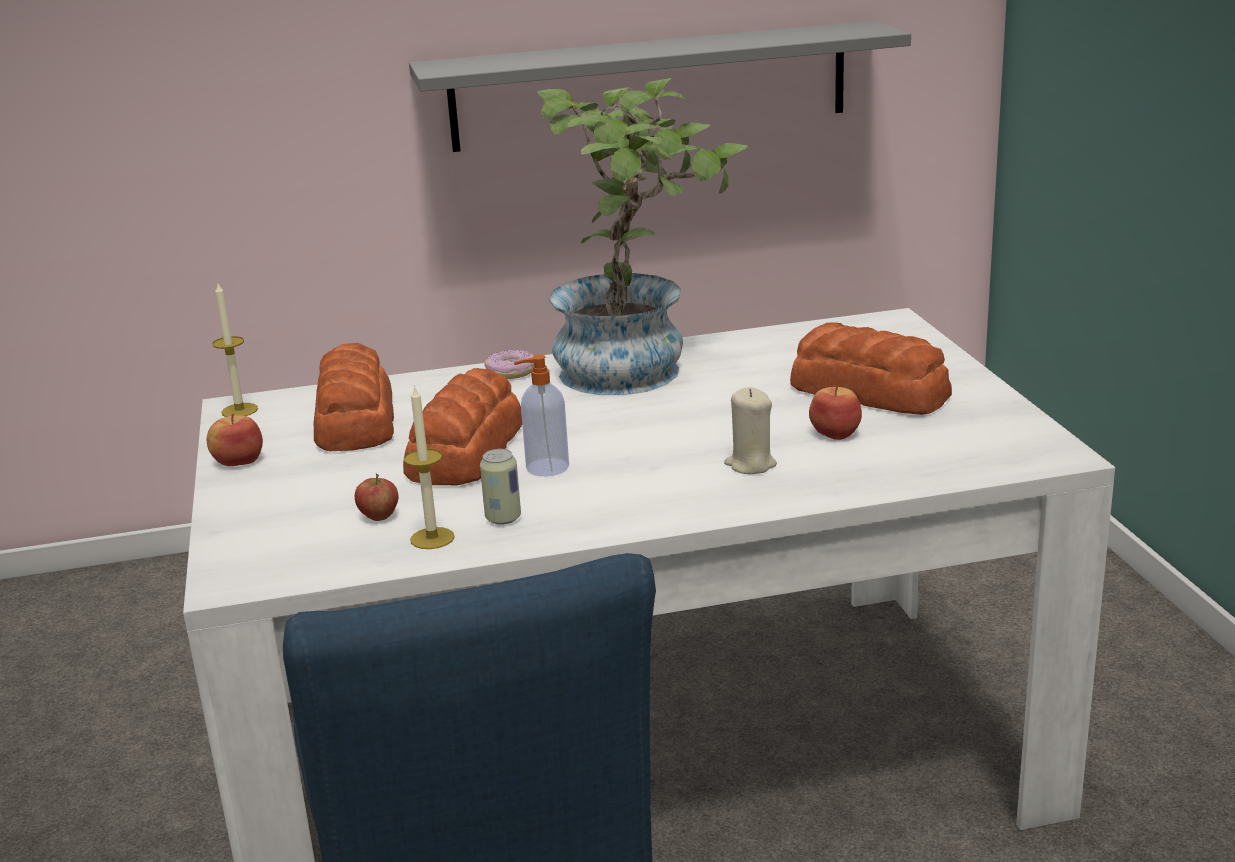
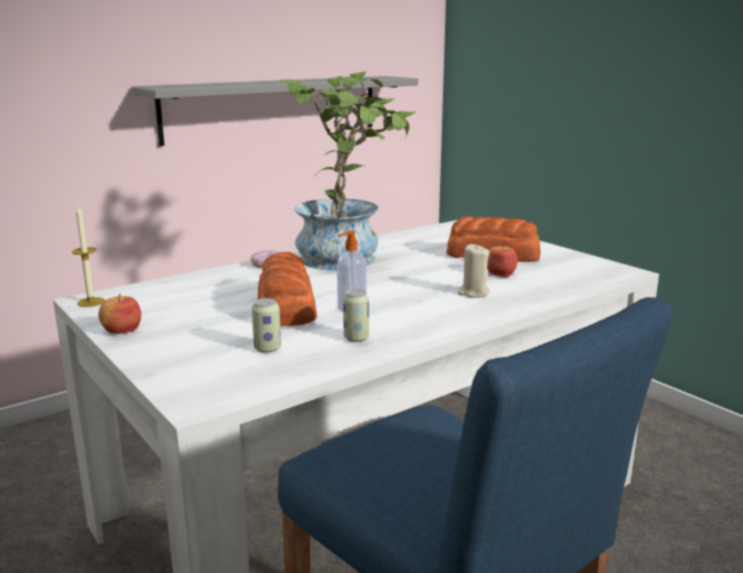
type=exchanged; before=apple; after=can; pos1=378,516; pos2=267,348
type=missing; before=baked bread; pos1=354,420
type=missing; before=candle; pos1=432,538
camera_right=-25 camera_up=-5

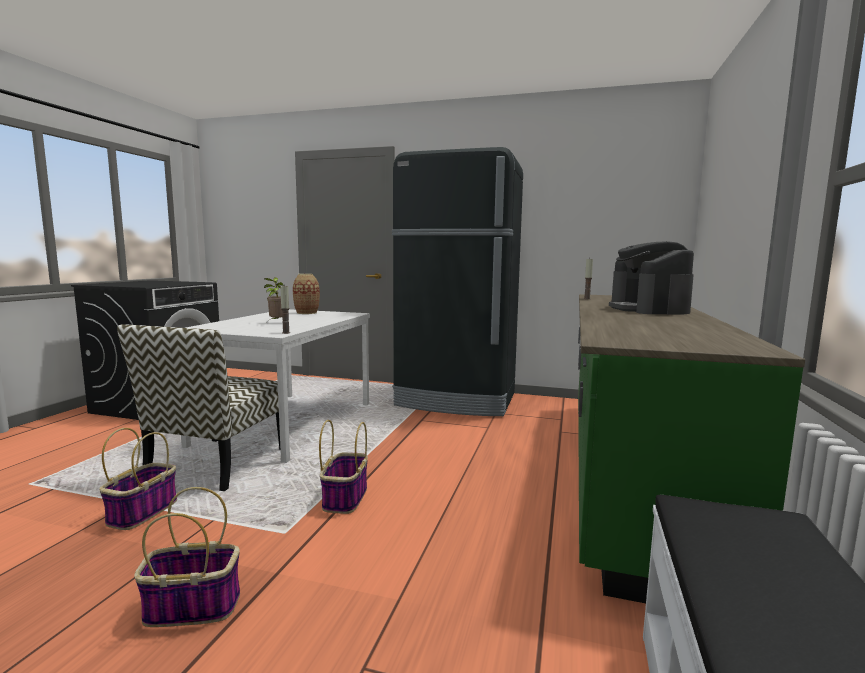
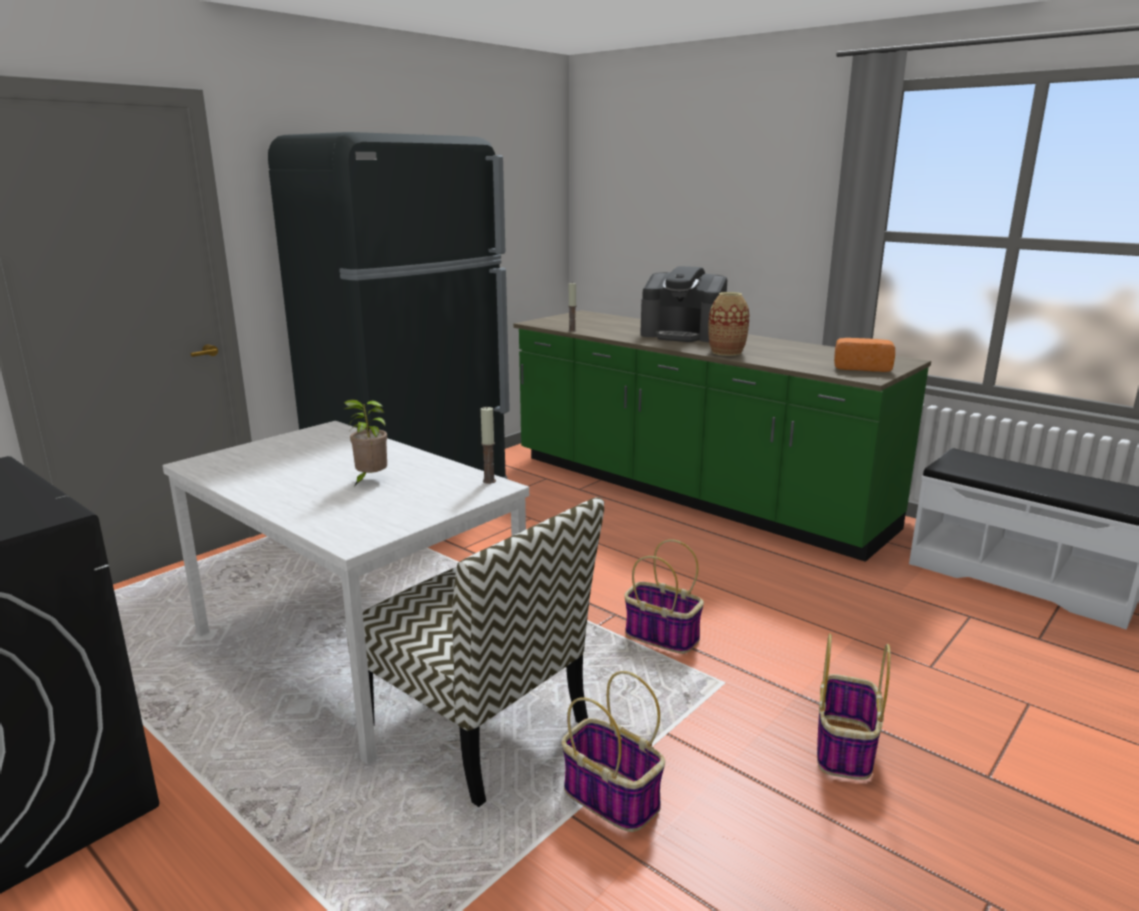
type=relocated; before=decorative vase; pos1=306,313; pos2=726,352
type=appeared; after=baked bread; pos2=861,368
camera_right=-65 camera_up=10

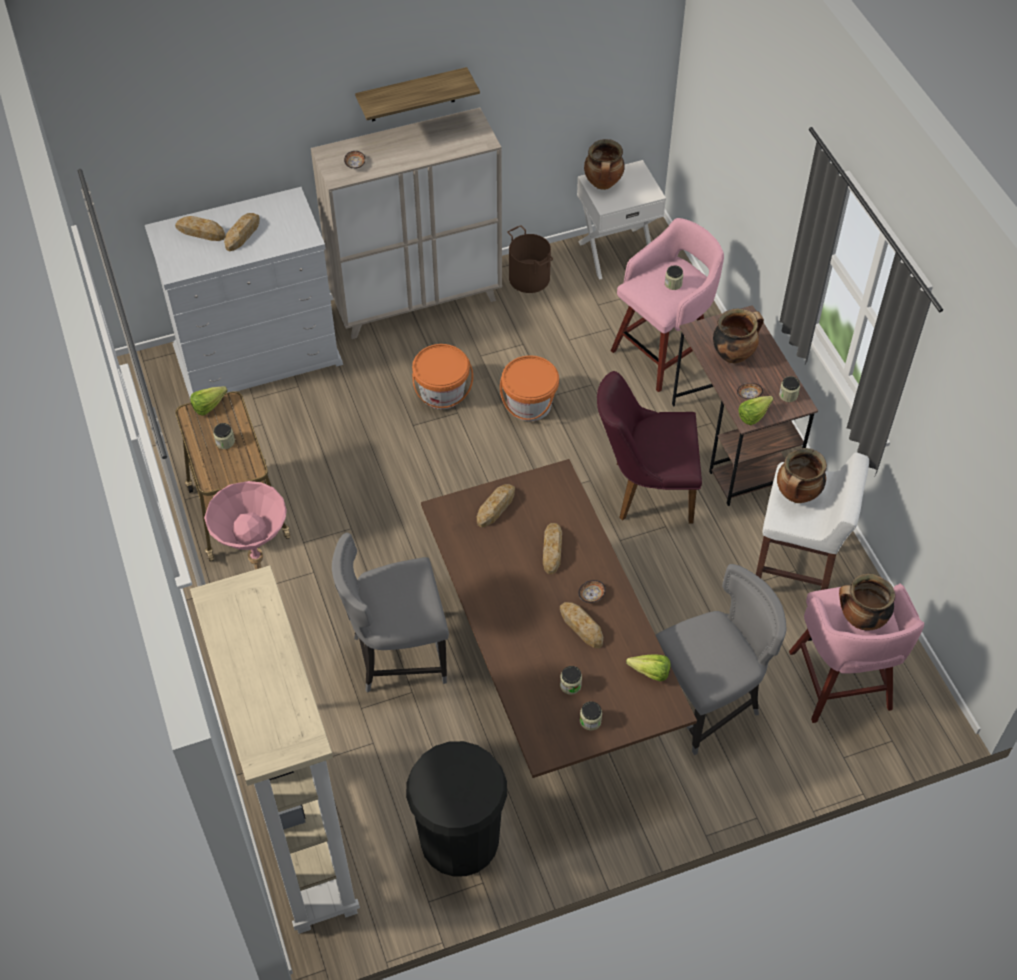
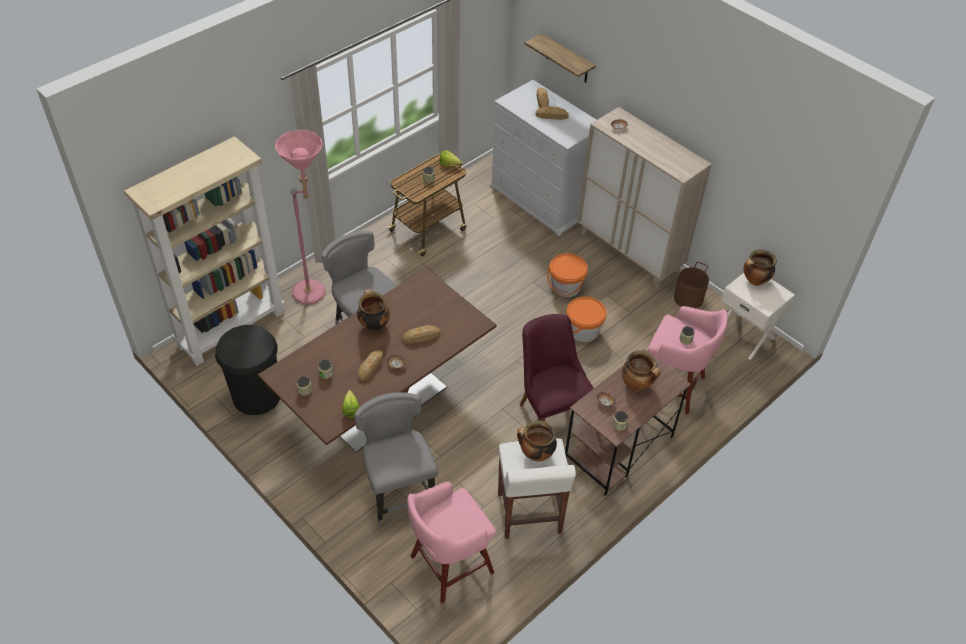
type=spun; before=grey chair; pos1=708,704; pos2=399,492; turn=-150
type=relocated; before=saucepot; pos1=860,620; pos2=373,324
type=relocated; before=shelf; pos1=412,95; pos2=567,59
type=missing; before=baked bread; pos1=496,507
type=missing; before=lettuce head; pos1=756,415
camera_right=65 camera_up=-5

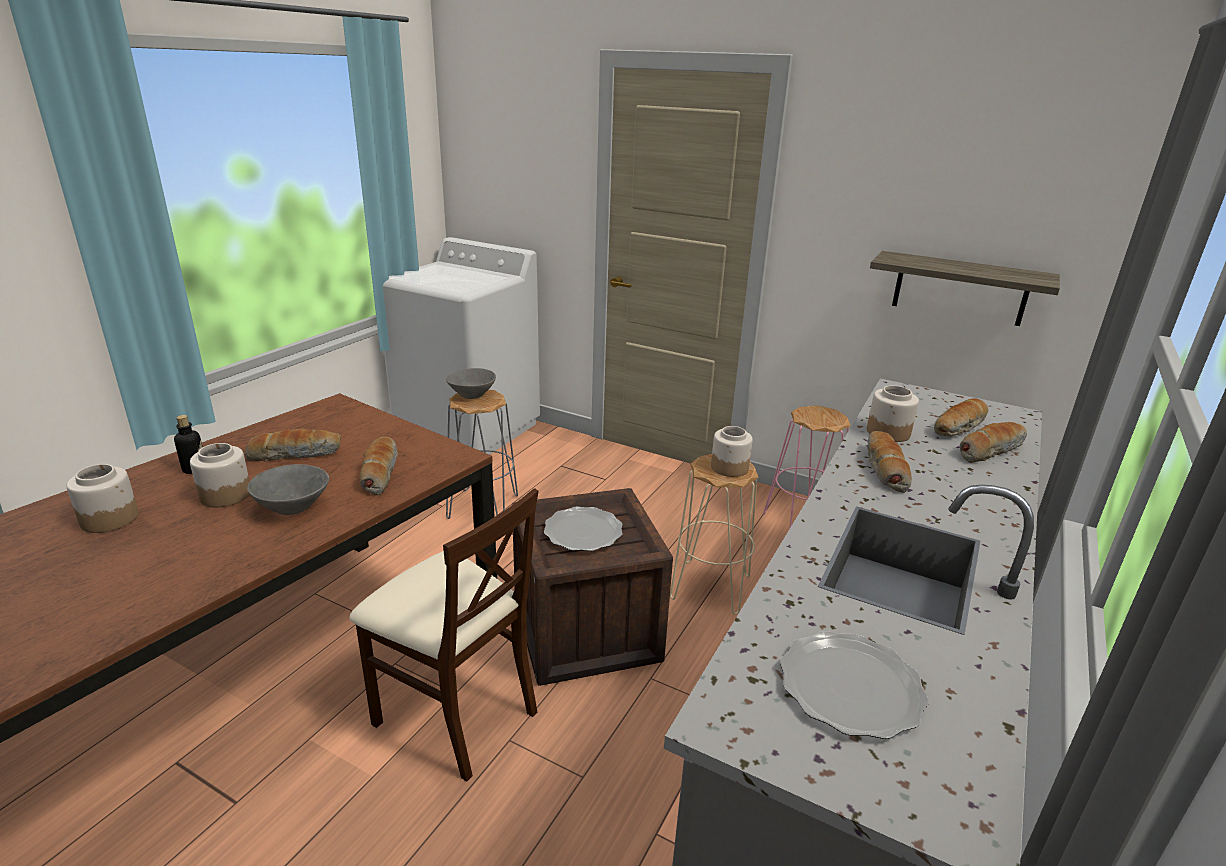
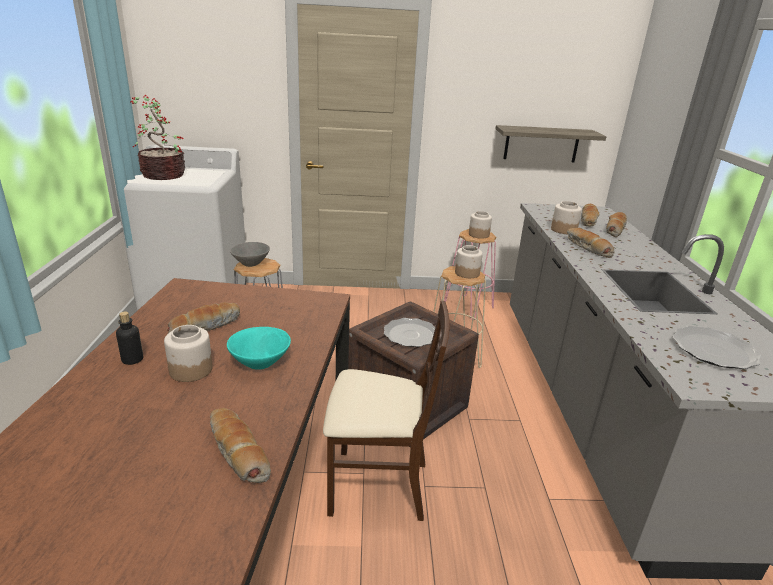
type=appeared; after=potted plant; pos2=162,175
type=relocated; before=baked bread; pos1=379,473; pos2=237,453
type=colour; before=grey bowl; after=turquoise bowl; pos1=294,508; pos2=261,363
type=relocated; before=jar; pos1=110,519; pos2=478,234
camera_right=-30 camera_up=0

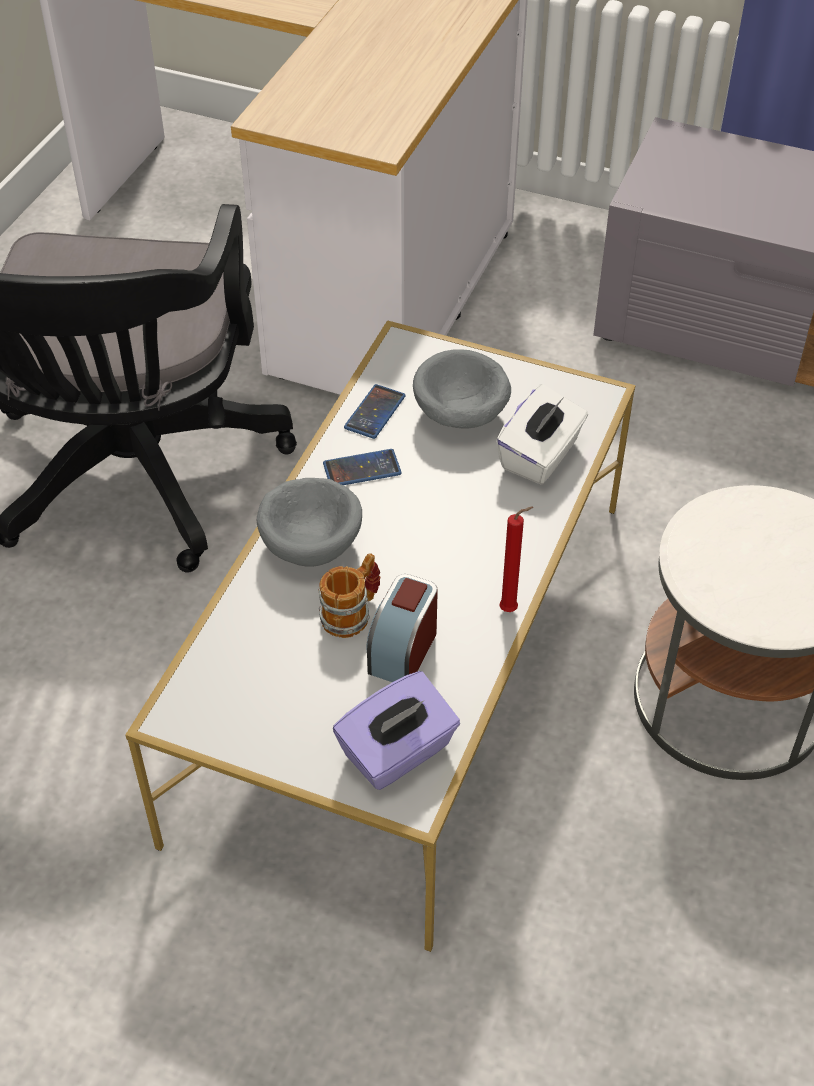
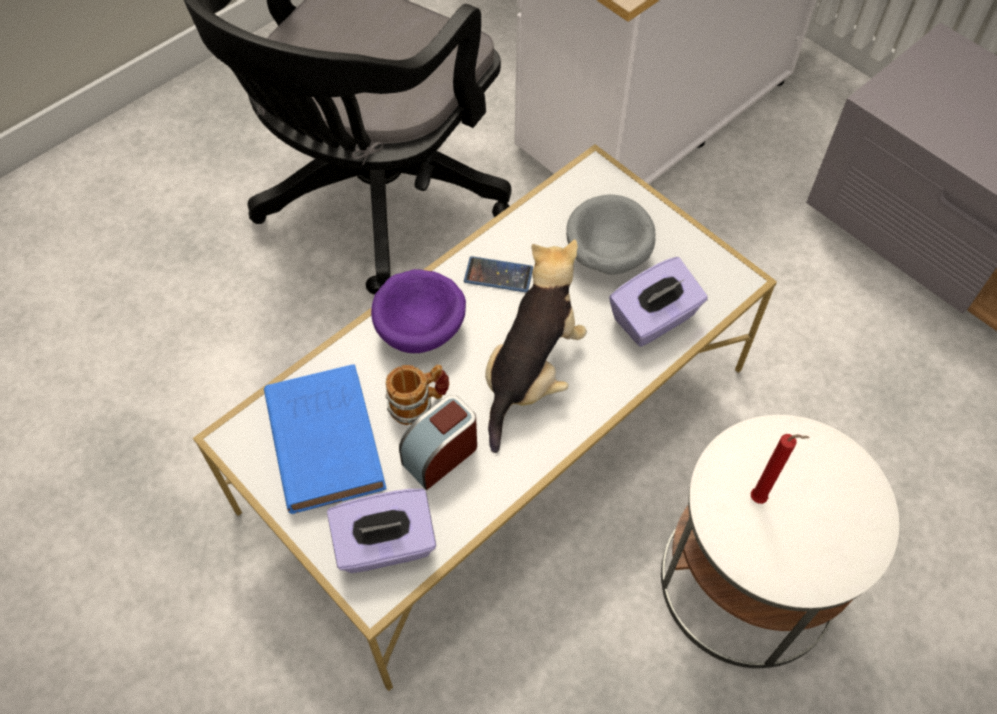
type=appeared; after=blue volume; pos2=324,438
type=colour; before=grey bowl; after=purple-coloured bowl; pos1=313,543; pos2=422,328
type=appeared; after=soft toy; pos2=531,373
type=colour; before=white tissue holder; after=purple-coloured tissue holder; pos1=540,456; pos2=654,319
type=relocated; before=red candle; pos1=511,609; pos2=760,499
type=missing; before=telephone; pos1=374,412
camera_right=25 camera_up=10

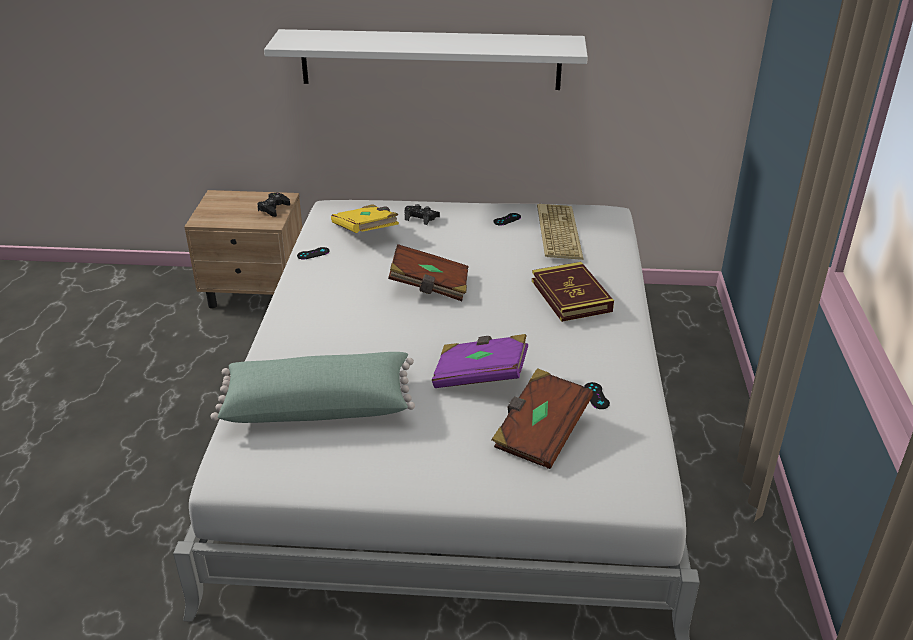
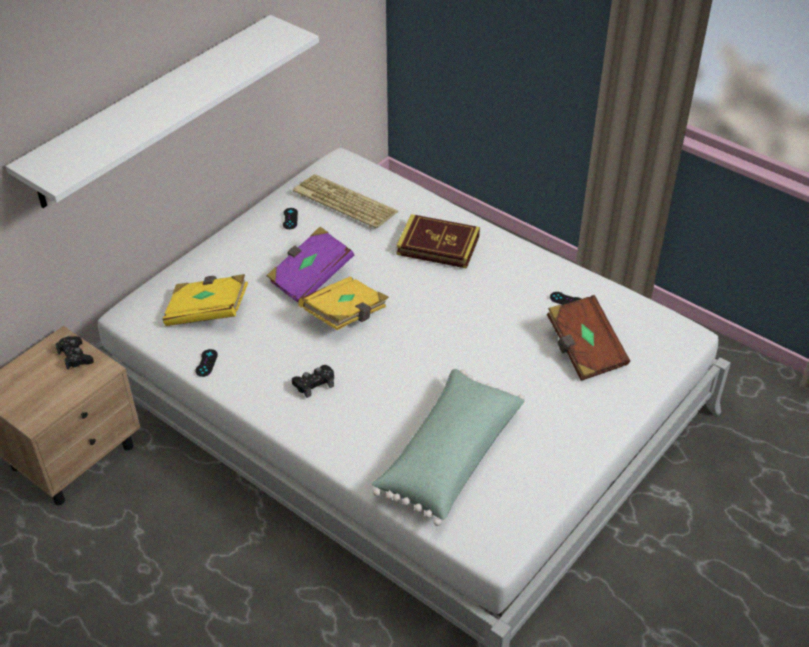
type=relocated; before=purple-coloured volume; pos1=480,376; pos2=310,277
type=relocated; before=black gamepad; pos1=421,218; pos2=314,383
type=colour; before=brown volume; after=yellow-coloured volume; pos1=429,287; pos2=346,315
camera_right=-55 camera_up=10

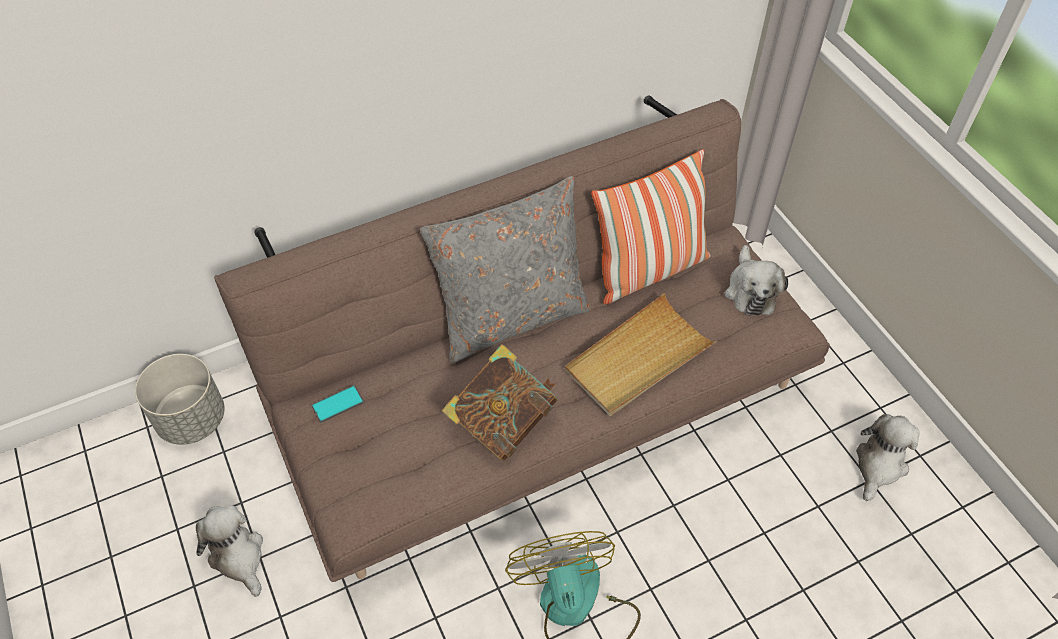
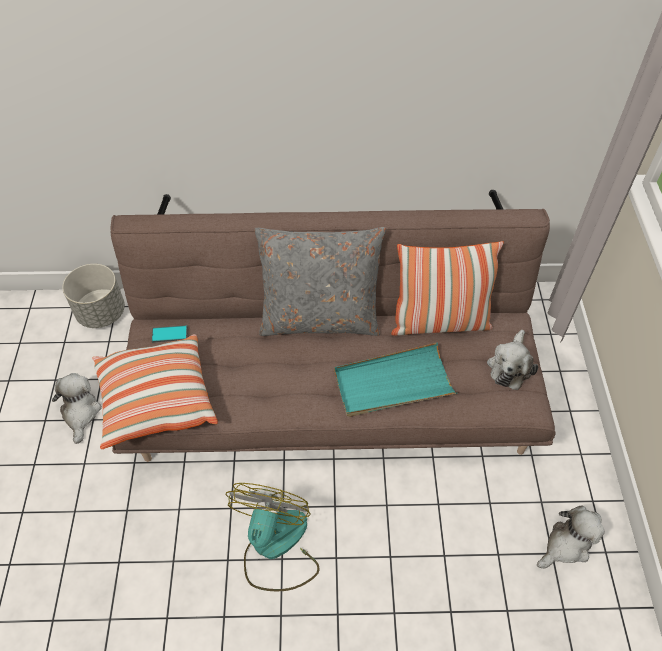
type=appeared; after=throw pillow; pos2=156,400
type=colour; before=sand-coloured carrying tray; after=turquoise carrying tray; pos1=638,359; pos2=393,383
type=missing; before=volume; pos1=501,421
camera_right=25 camera_up=0

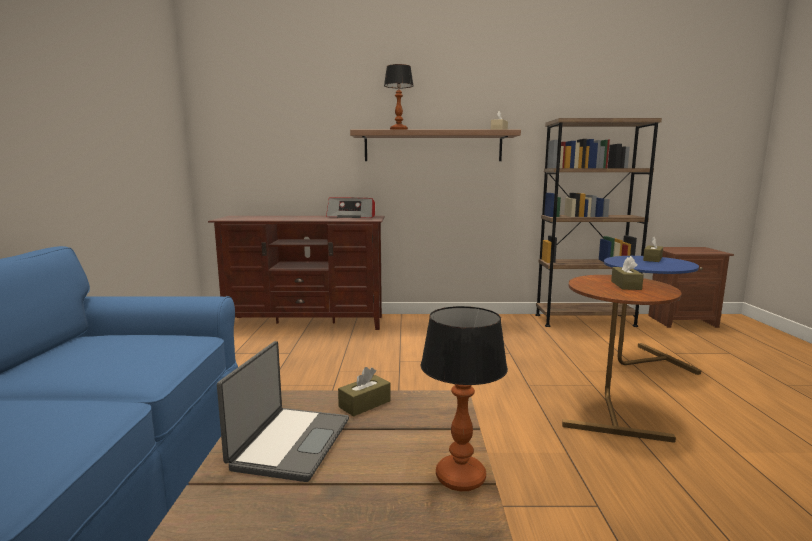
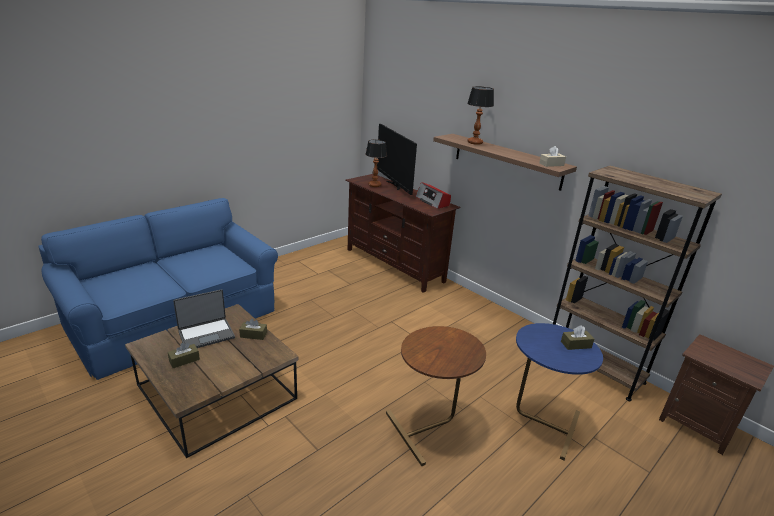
type=relocated; before=brown tissue holder; pos1=626,285; pos2=184,360
type=relocated; before=tabletop lamp; pos1=461,477; pos2=374,185
type=appeared; after=television; pos2=394,185
camera_right=45 camera_up=15

